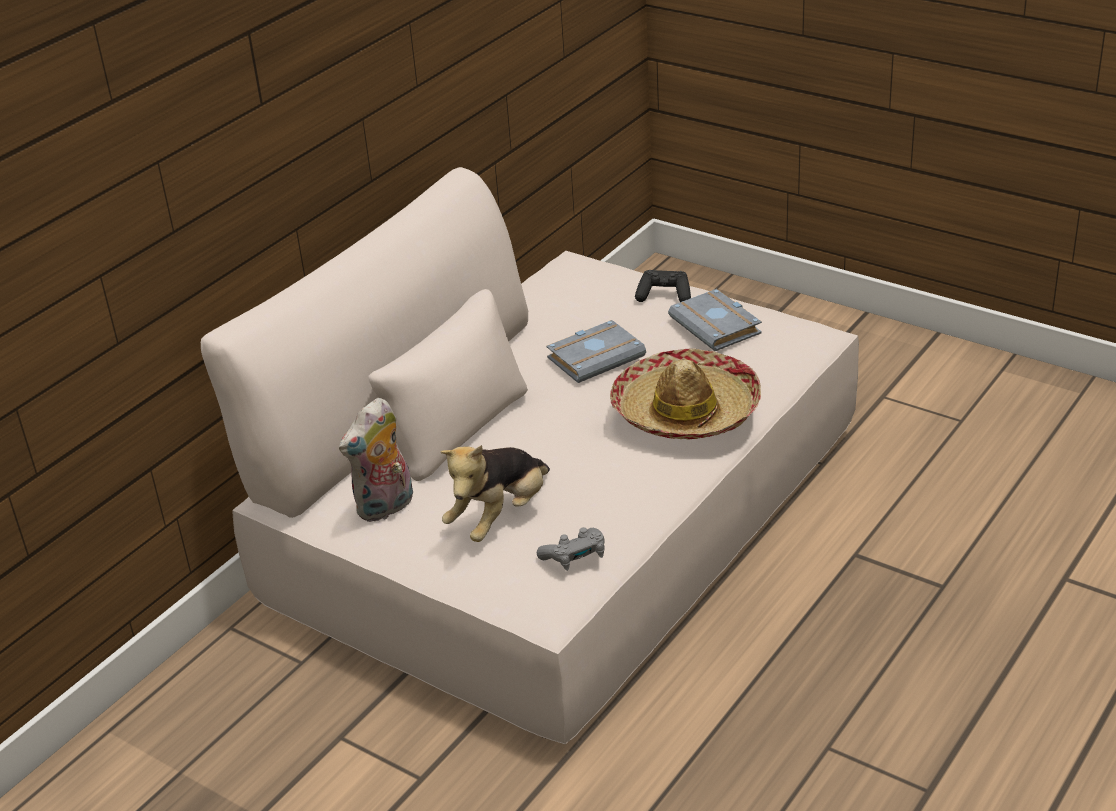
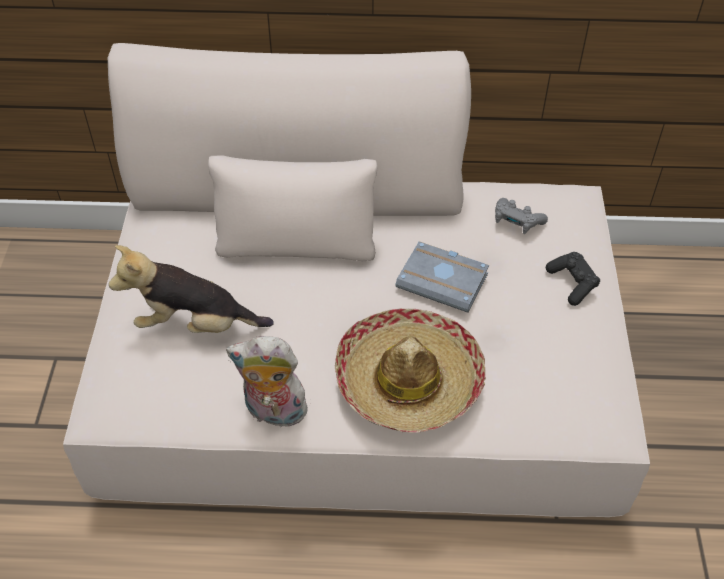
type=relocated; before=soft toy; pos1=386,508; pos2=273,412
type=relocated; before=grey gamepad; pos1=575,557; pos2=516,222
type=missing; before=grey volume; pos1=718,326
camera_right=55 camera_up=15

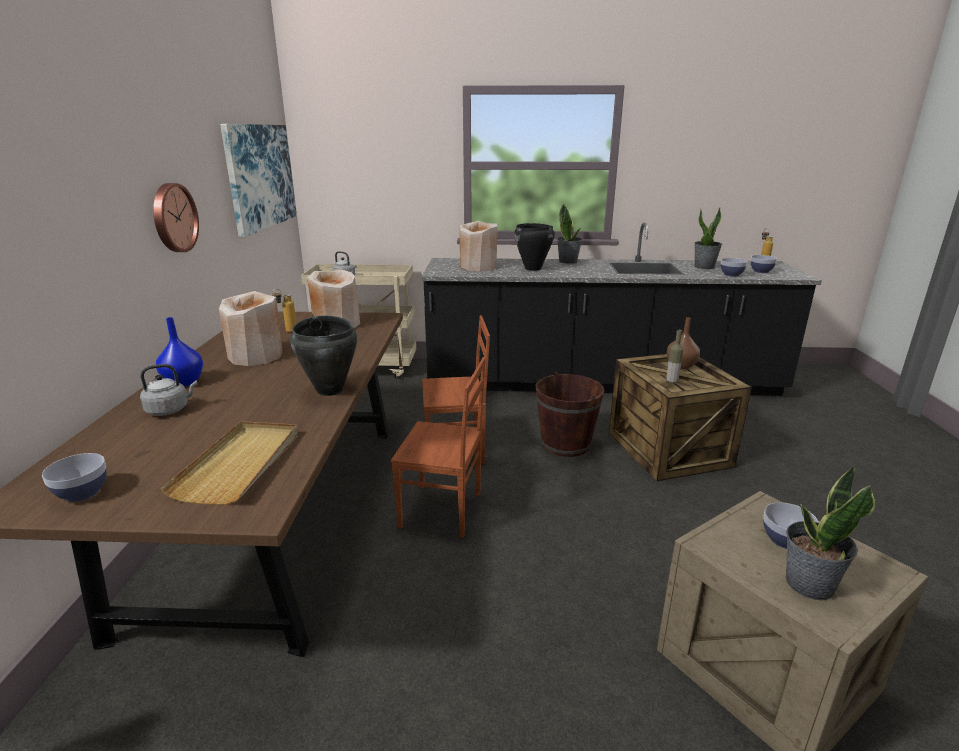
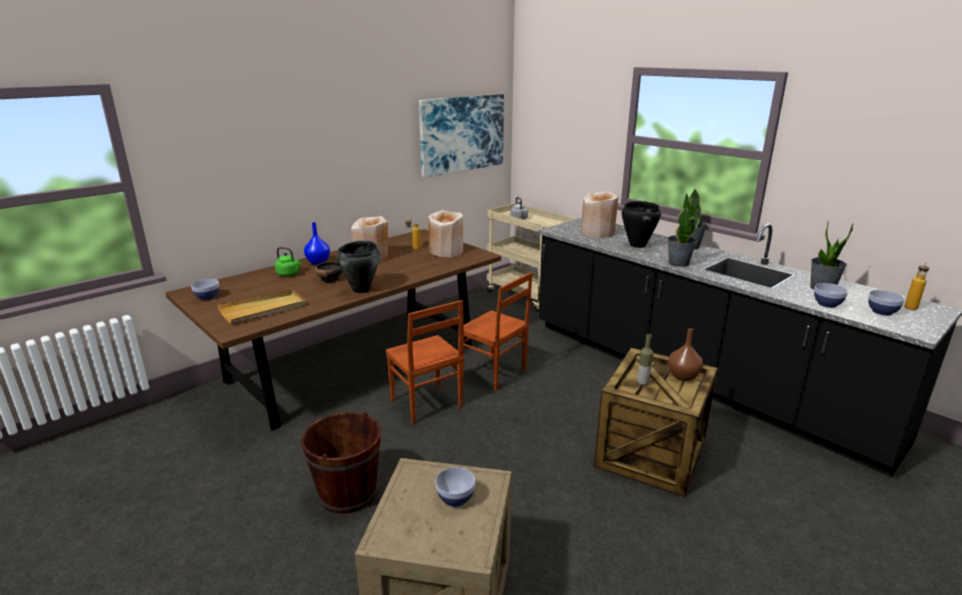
type=colour; before=grey water kettle; after=green-coloured water kettle; pos1=170,410; pos2=289,274
type=relocated; before=brown pail; pos1=565,444; pos2=348,494
type=appeared; after=bowl; pos2=330,279
type=relocated; before=potted plant; pos1=808,584; pos2=678,263
type=missing; before=clock on the wall; pos1=173,218
camera_right=45 camera_up=0

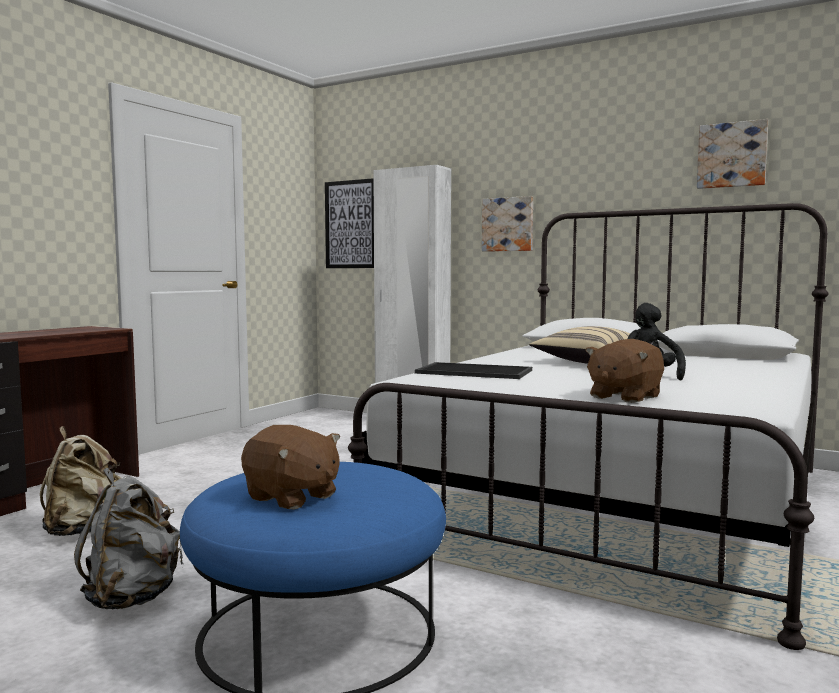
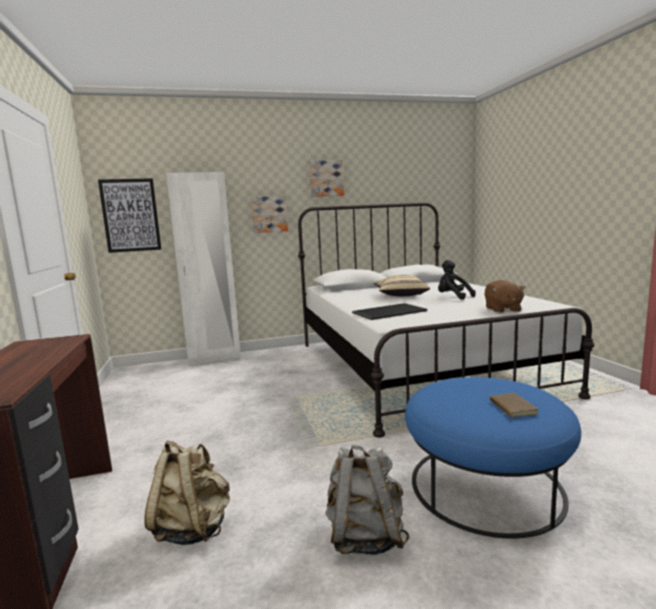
type=relocated; before=wall art; pos1=732,155; pos2=326,178
type=exchanged; before=brown soft toy; after=brown volume; pos1=291,497; pos2=511,407
camera_right=-45 camera_up=5

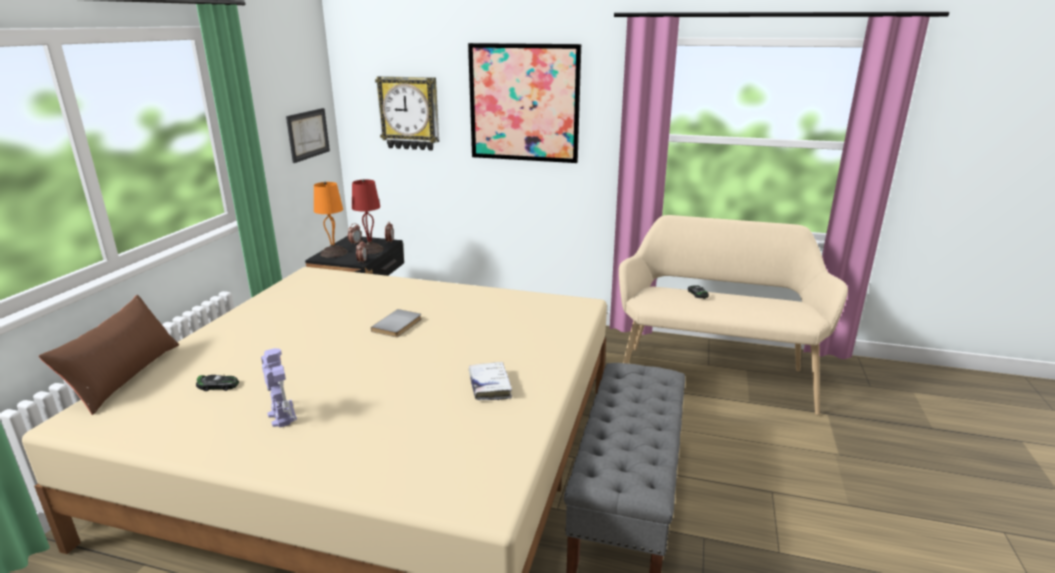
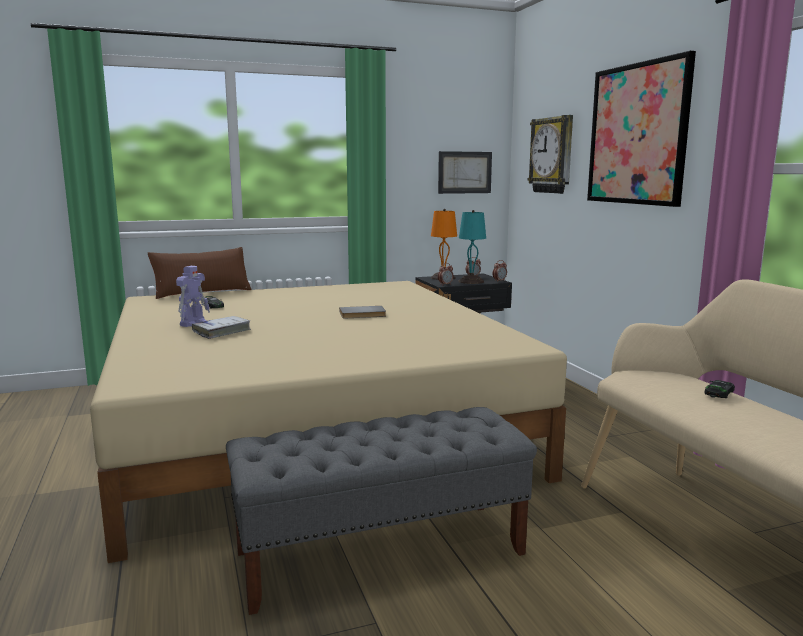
type=relocated; before=white volume; pos1=489,386; pos2=222,332
type=colour; before=red tabletop lamp; after=turquoise tabletop lamp; pos1=369,249; pos2=471,281
camera_right=55 camera_up=-10

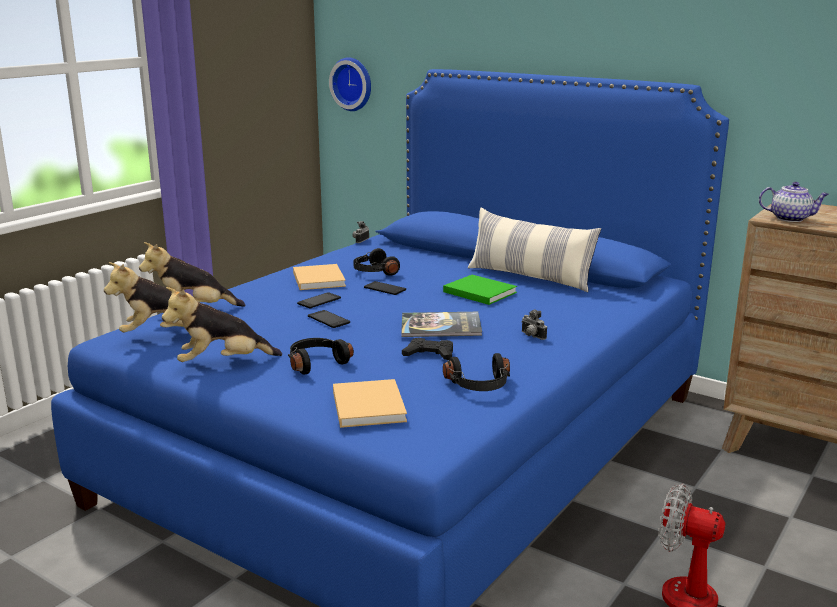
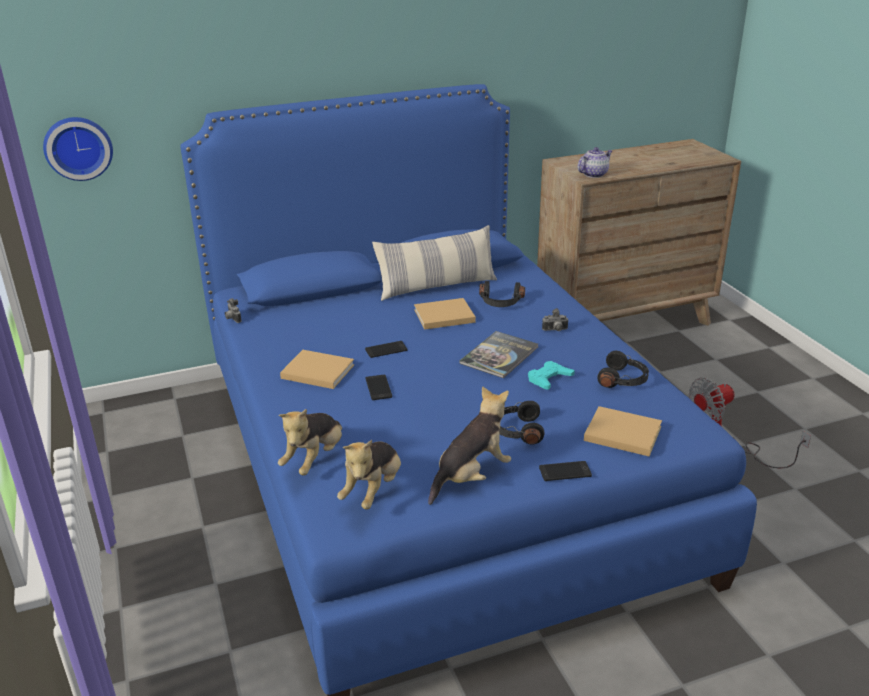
type=colour; before=green-coloured volume; after=sand-coloured volume; pos1=478,291; pos2=442,316
type=spun; before=soft toy; pos1=222,363; pos2=471,476; turn=-150
type=relocated; before=black headset; pos1=374,272; pos2=500,303
type=colour; before=black gamepad; after=turquoise gamepad; pos1=429,354; pos2=549,379
type=relocated; before=telephone; pos1=328,319; pos2=565,472
camera_right=-55 camera_up=10

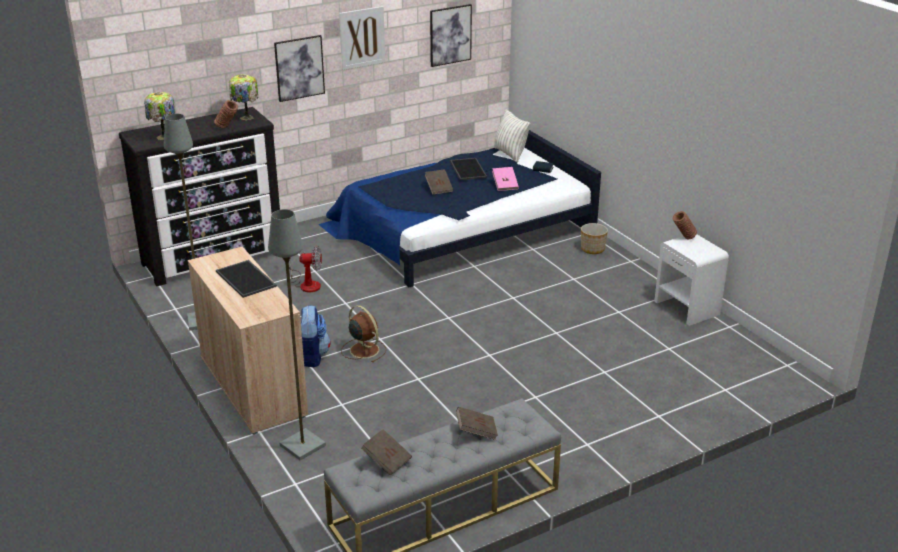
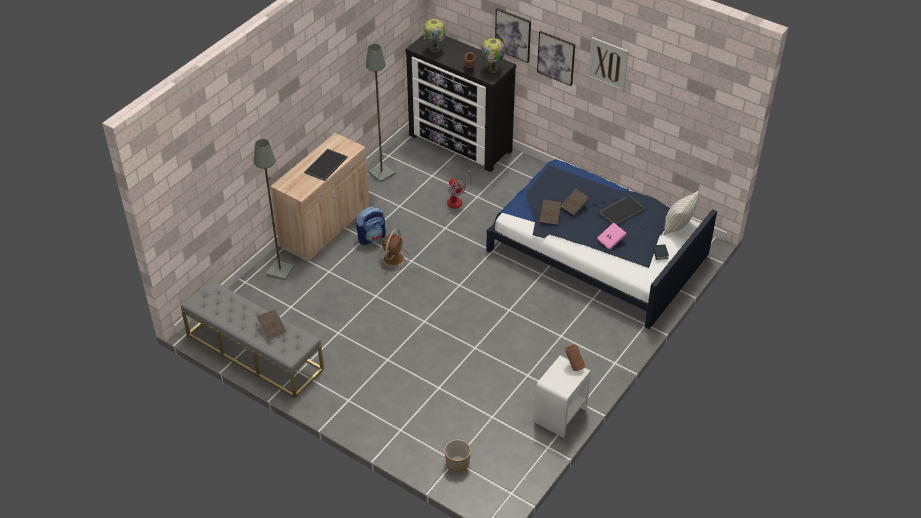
type=relocated; before=flower pot; pos1=593,249; pos2=457,463
type=relocated; before=wall art; pos1=450,35; pos2=513,35
type=relocated; before=brown volume; pos1=387,460; pos2=550,216
camera_right=65 camera_up=15

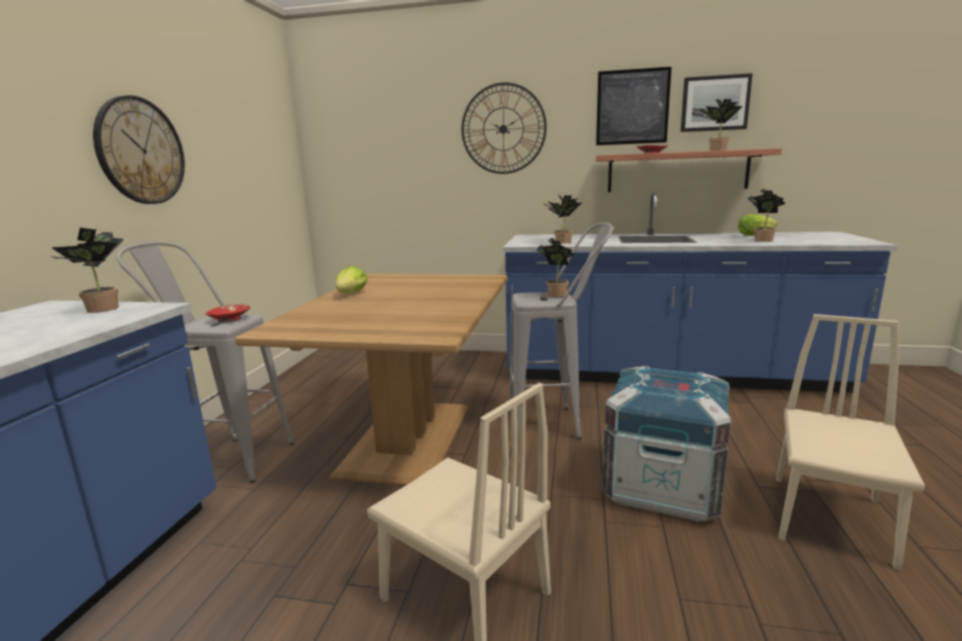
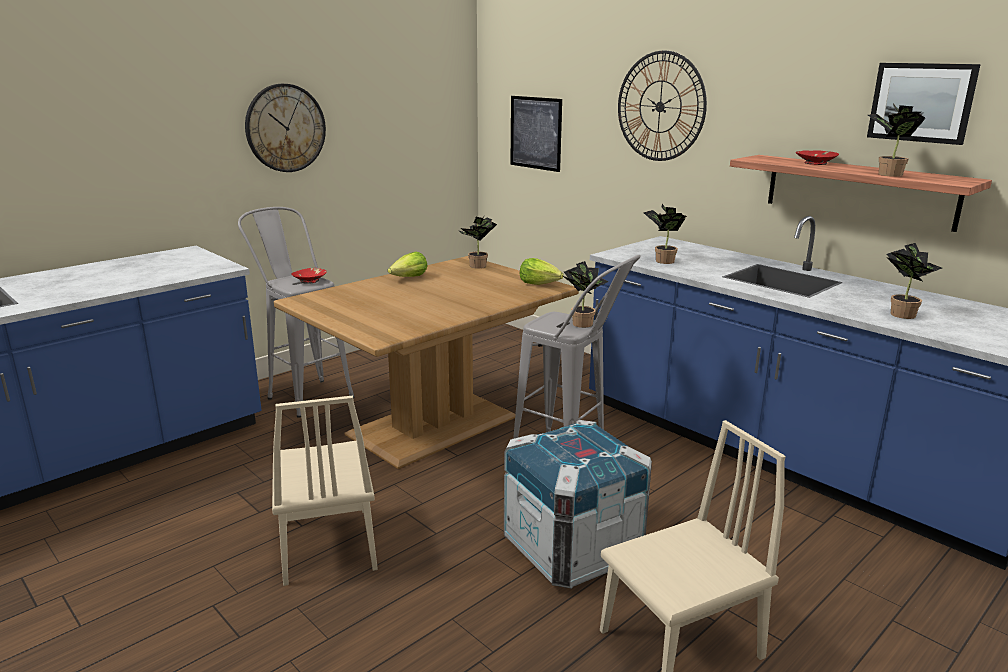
type=relocated; before=potted plant; pos1=103,310; pos2=478,266
type=relocated; before=wall art; pos1=632,107; pos2=535,133
type=relocated; before=lettuce head; pos1=754,235; pos2=540,284
camera_right=35 camera_up=5

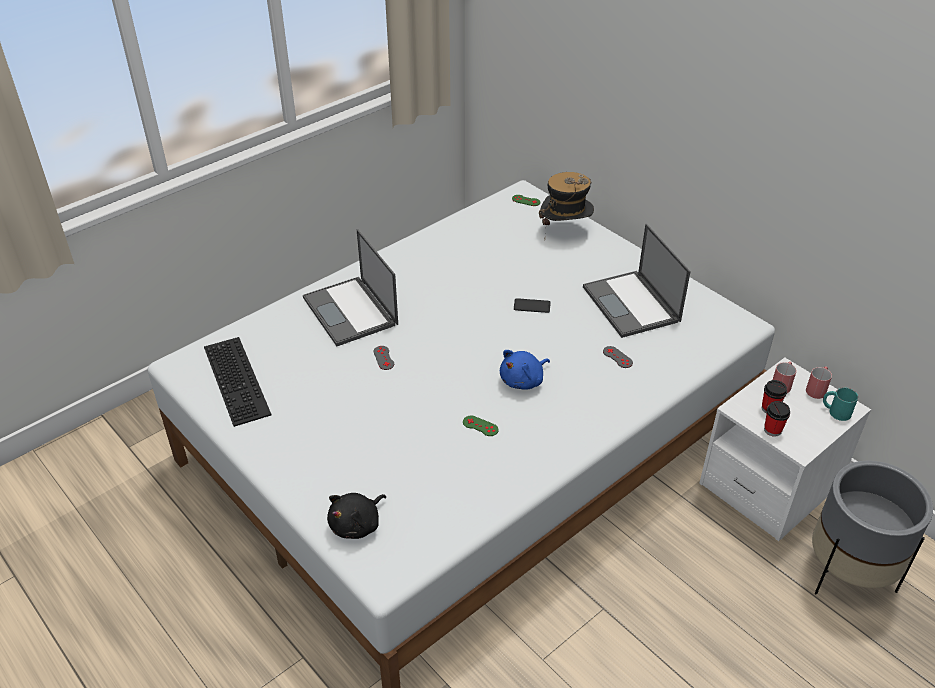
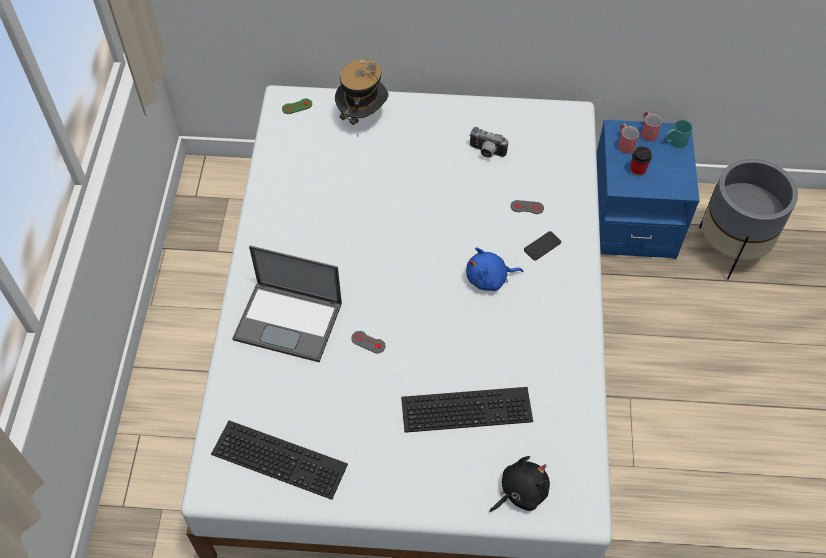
type=appeared; after=keyboard; pos2=467,407
type=spun; before=blue soft toy; pos1=523,380; pos2=489,278; turn=75
type=exchanged; before=laptop; after=photo camera; pos1=632,305; pos2=486,152
type=spun; before=black soft toy; pos1=357,524; pos2=520,492; turn=-120
type=relocated; before=telephone; pos1=532,306; pos2=542,246
type=colour; before=white nightstand; after=blue nightstand; pos1=770,485; pos2=631,219
type=missing; before=green-coloured gamepad; pos1=480,426
type=missing; before=small cup; pos1=772,430
camera_right=-45 camera_up=15

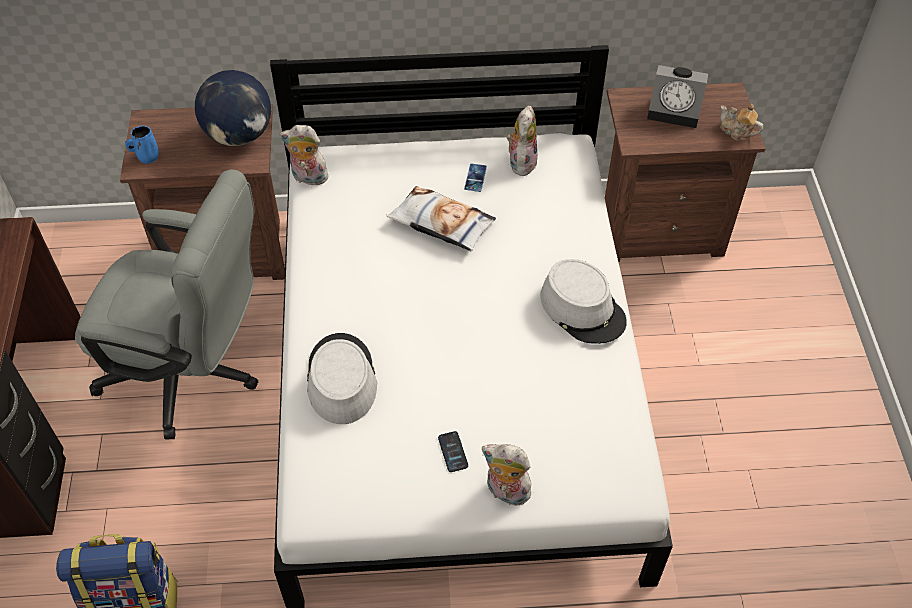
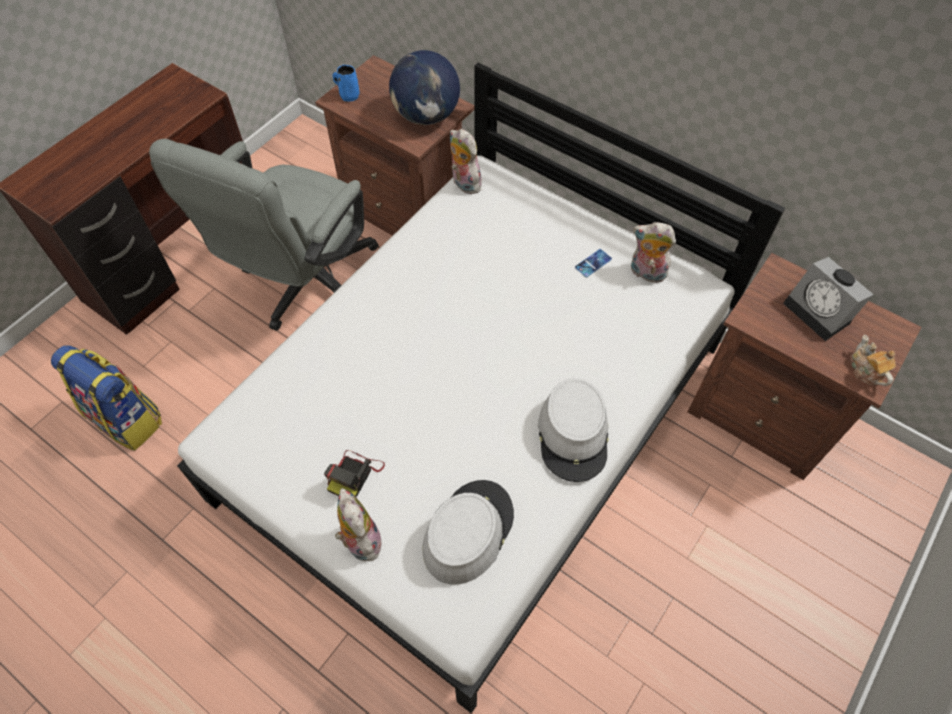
type=spun; before=grey office chair; pos1=193,374; pos2=304,286; turn=60
type=exchanged; before=telephone; after=photo camera; pos1=453,452; pos2=354,475
type=relocated; before=grey hat; pos1=341,379; pos2=467,531
type=spun; before=soft toy; pos1=521,161; pos2=646,273; turn=-120
type=missing; before=throw pillow; pos1=441,224
camera_right=40 camera_up=5

